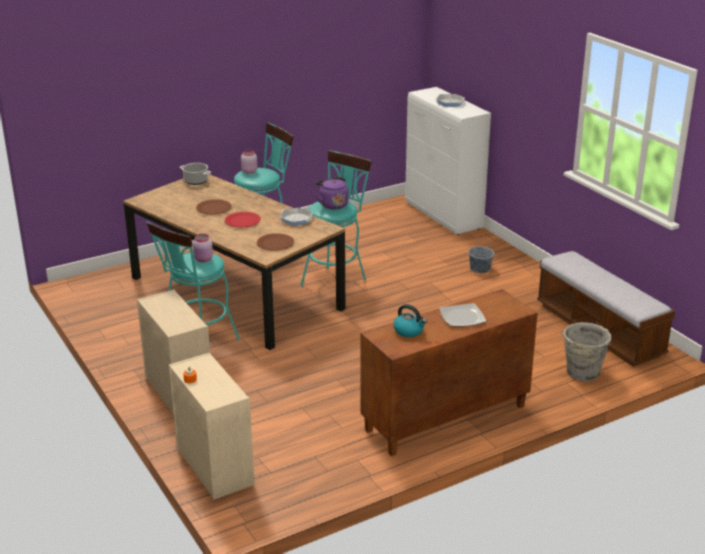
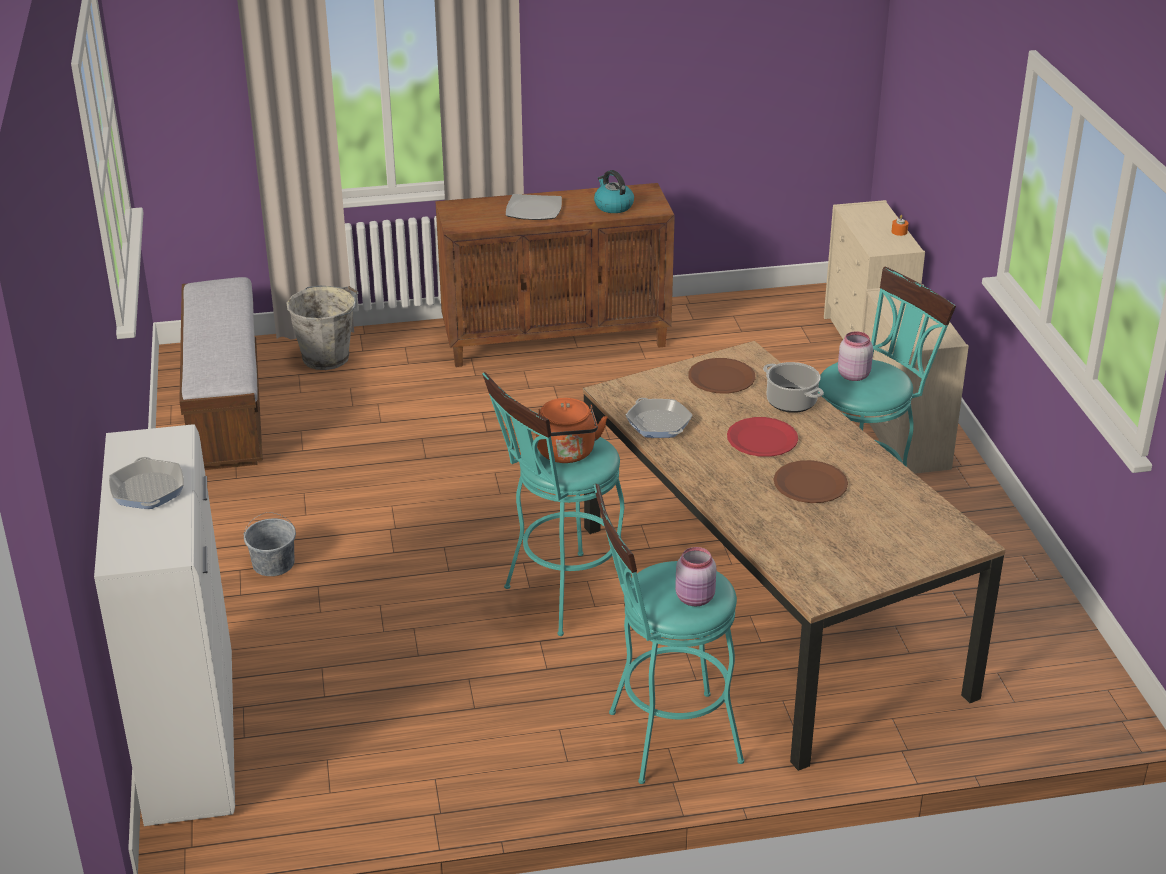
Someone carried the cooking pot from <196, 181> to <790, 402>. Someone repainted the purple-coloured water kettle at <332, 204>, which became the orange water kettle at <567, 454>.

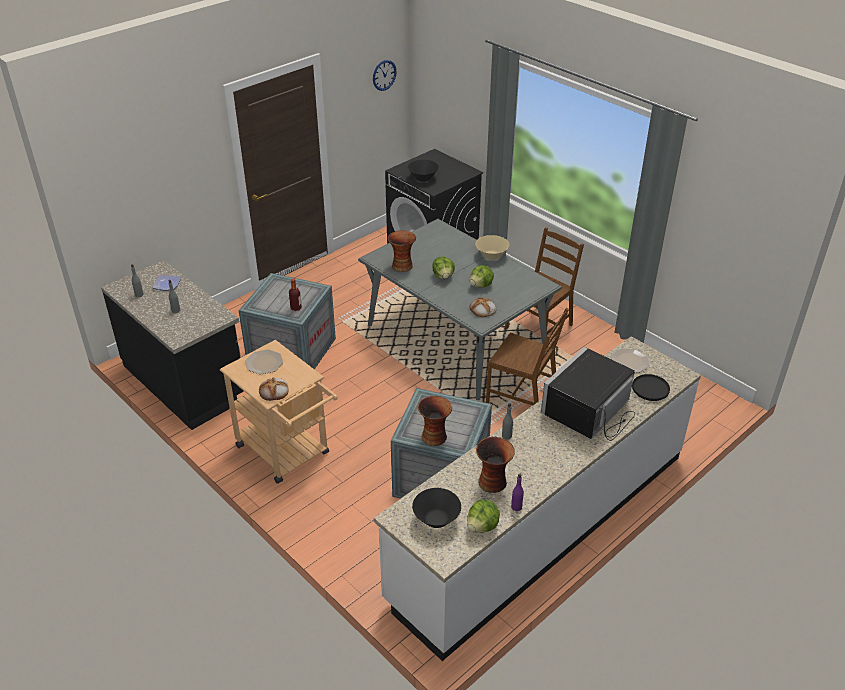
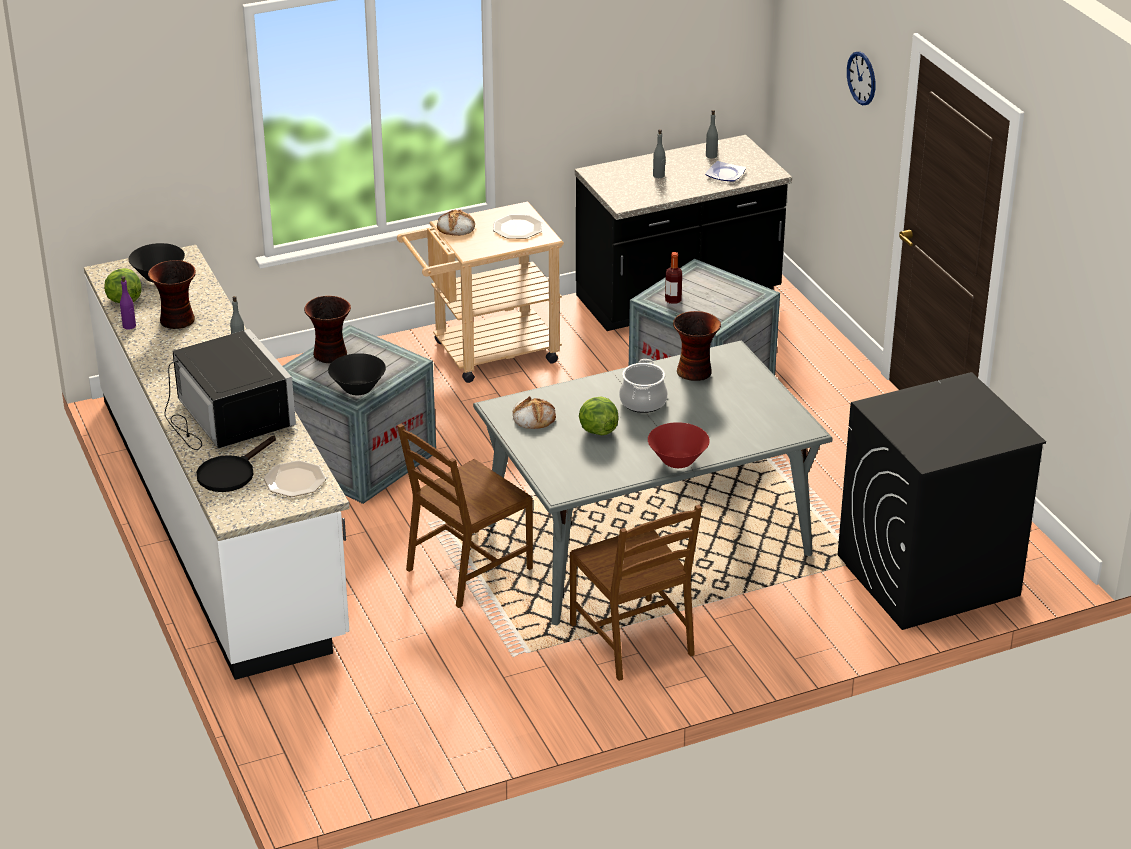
Someone carried the clock on the wall from <384, 75> to <861, 78>. Someone carried the black-coloured deep dish from <423, 178> to <358, 388>. Someone swapped the lettuce head at <443, 276> for the cooking pot at <643, 402>. Someone repainted the beige deep dish at <491, 256>, which became the red-coloured deep dish at <677, 460>.

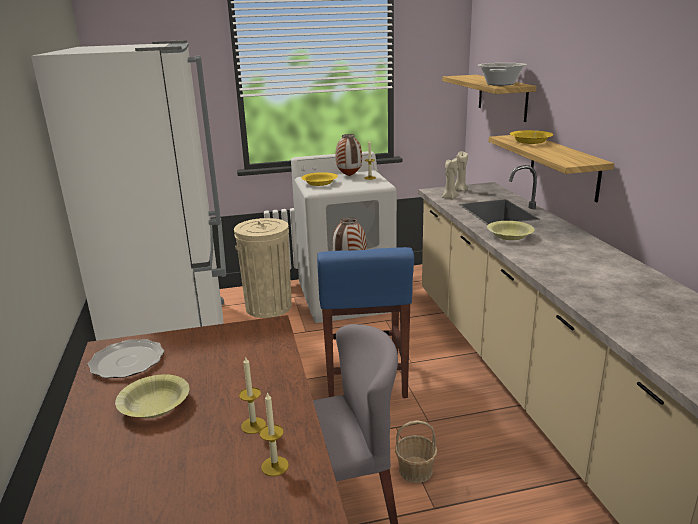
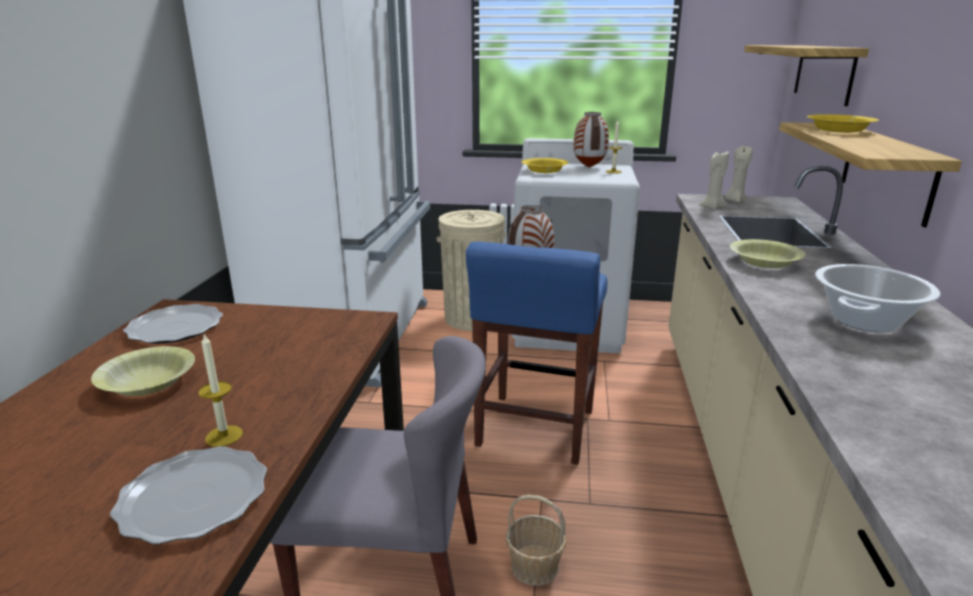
Someone swapped the candle at <275, 466> for the flat dish at <193, 498>. Someone carried the cooking pot from <500, 84> to <866, 321>.

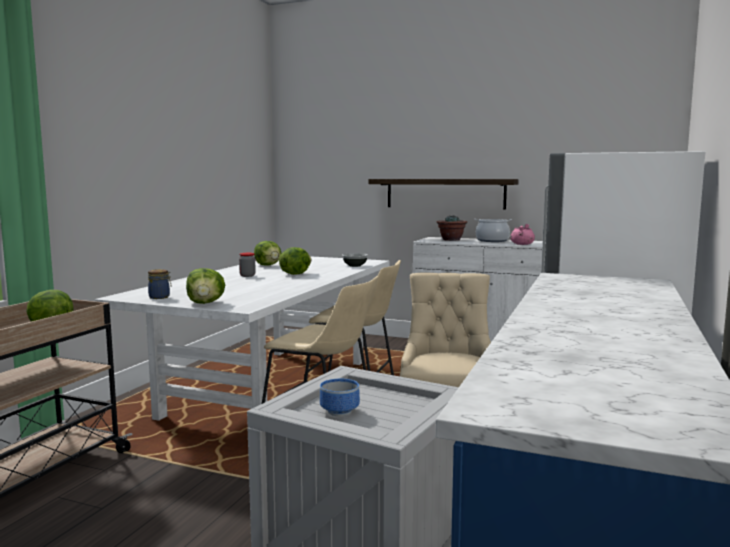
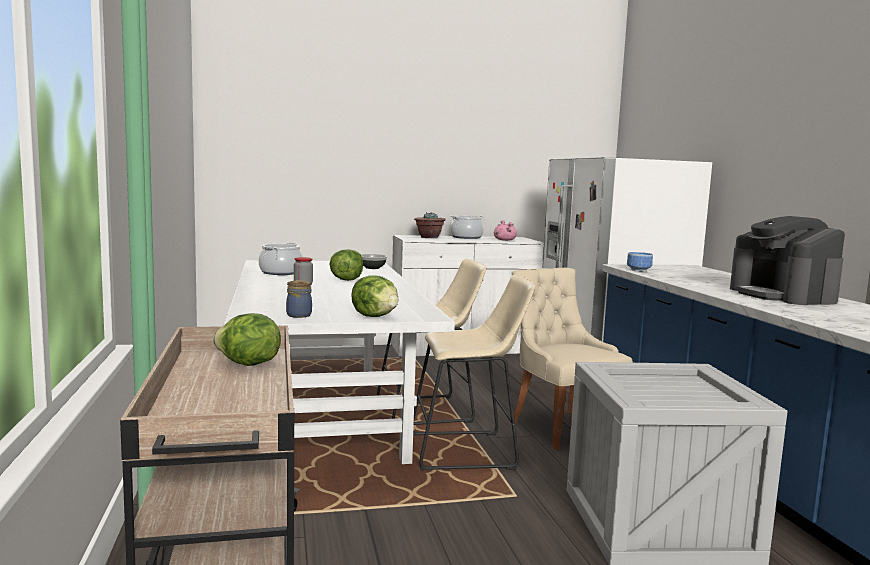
Someone swapped the lettuce head at <268, 265> for the cooking pot at <280, 272>. Someone carried the deep dish from <341, 411> to <638, 270>. Someone took away the shelf at <445, 193>. Someone put down the coffee machine at <782, 295>.

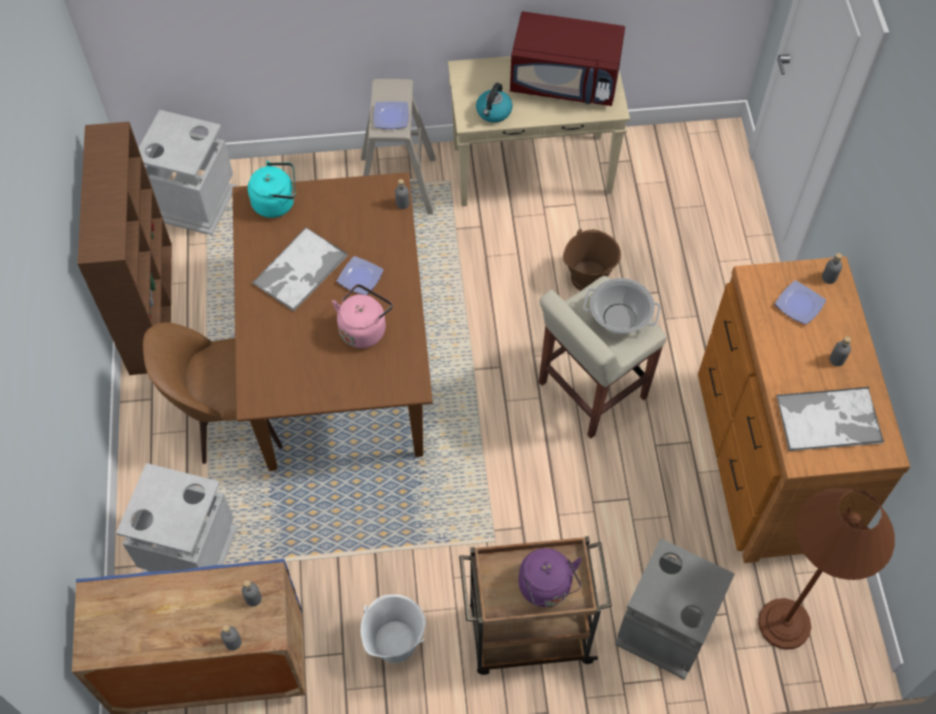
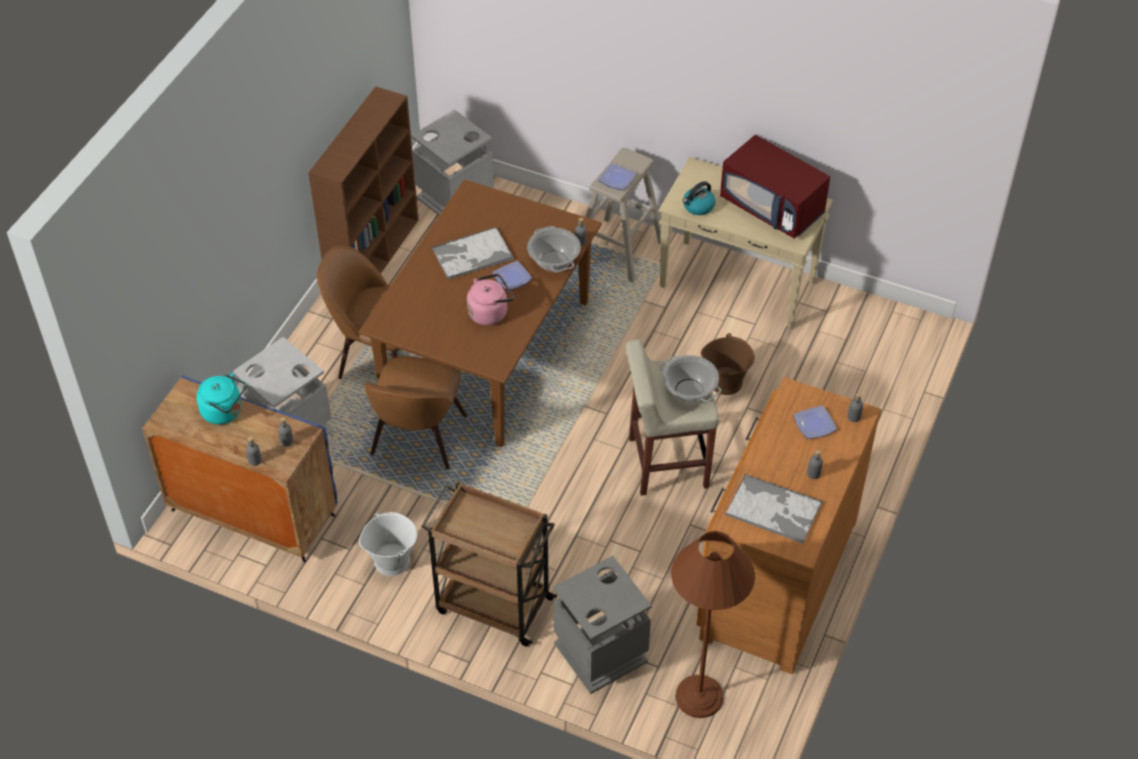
Someone carried the turquoise-coloured water kettle from <277, 202> to <225, 412>. Someone took away the purple-coloured water kettle at <546, 588>. Someone put down the brown chair at <417, 439>. Someone put down the cooking pot at <554, 261>.

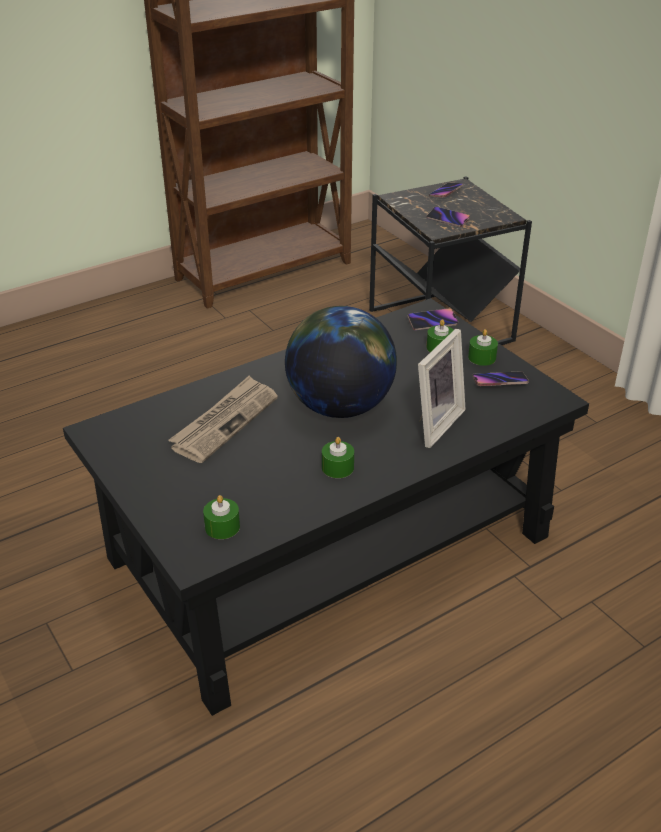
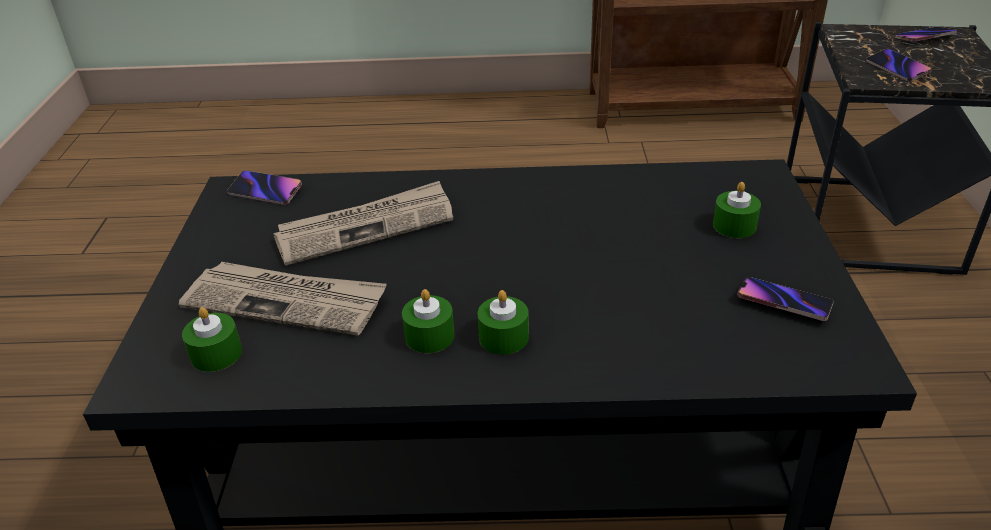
Someone took away the desk globe at <340, 406>. Someone carried the phone from <432, 322> to <265, 191>. Someone took away the standing frame at <433, 423>. Someone carried the green-coloured candle from <482, 357> to <503, 337>. Someone put down the printed paper at <286, 301>.

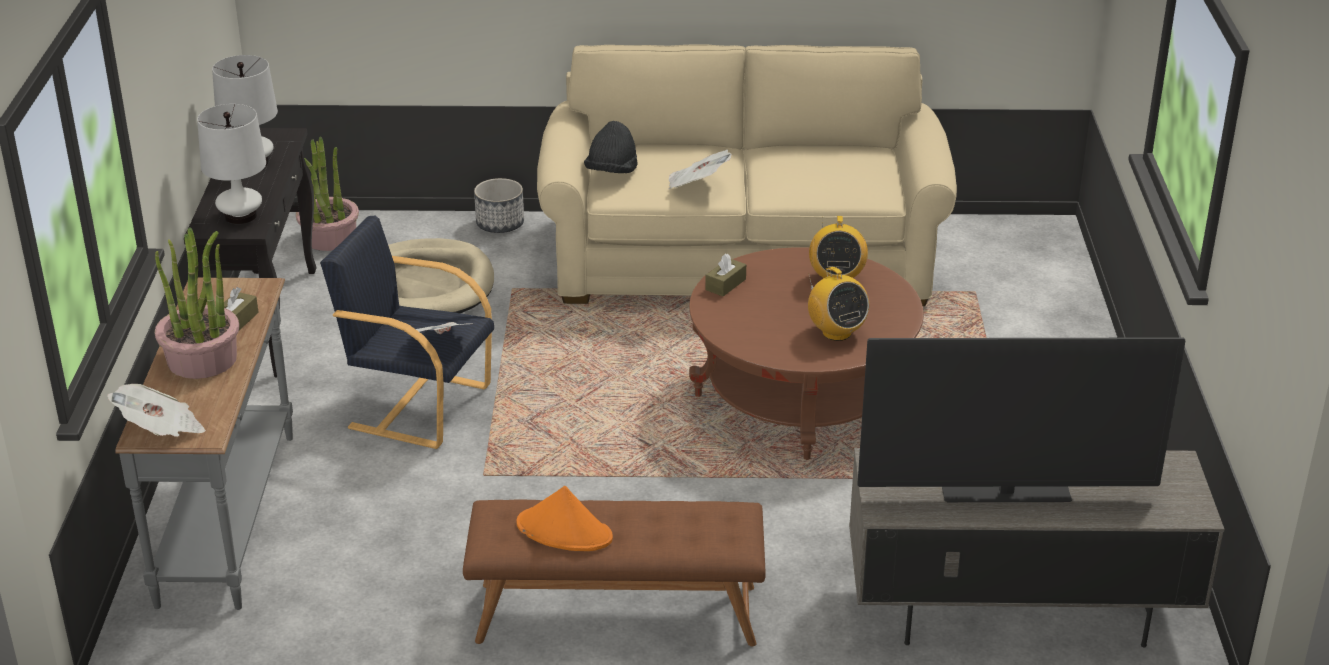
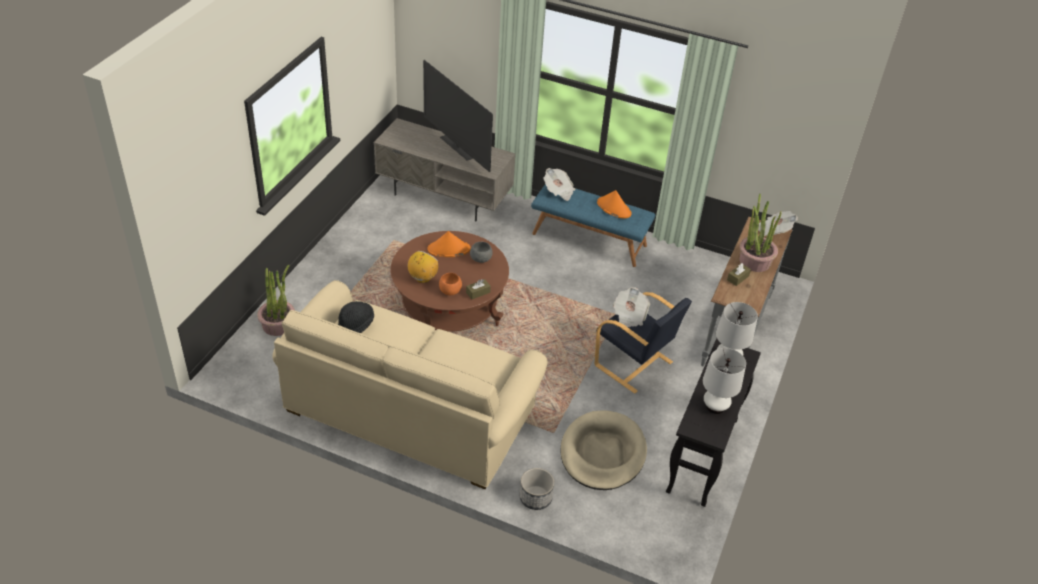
Someone carried the plant in a pot from <329, 238> to <278, 324>. Someone repainted the brown indoor bench at <616, 614>, which became the bluish indoor bench at <589, 239>. Someone carried the black-coloured wearable hat from <612, 172> to <356, 324>. Someone carried the printed paper from <697, 185> to <558, 191>. Someone swapped the radio receiver at <836, 332> for the orange wearable hat at <448, 249>. Someone rotated the television at <1006, 495> by 150 degrees counterclockwise. Someone put down the orange deep dish at <450, 291>. Someone put down the greyish deep dish at <481, 259>.

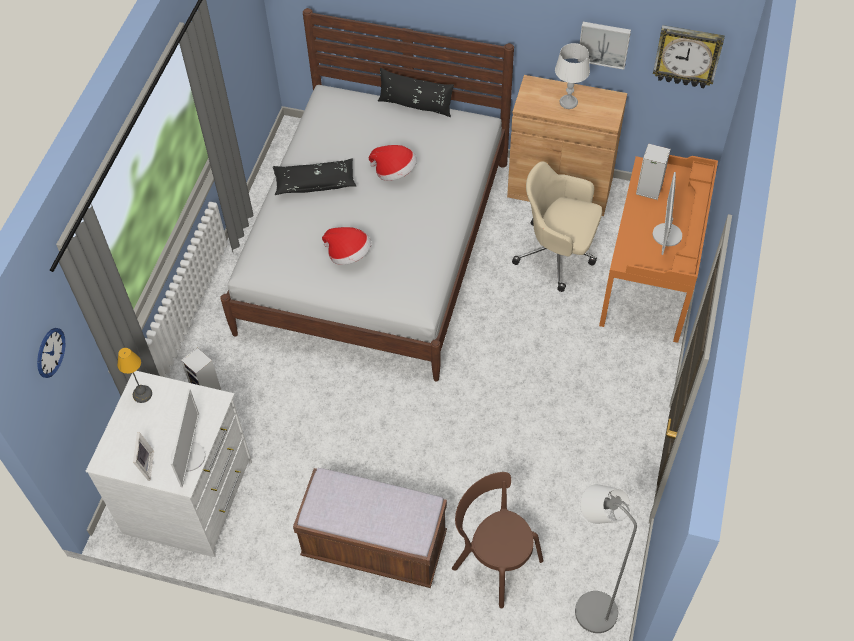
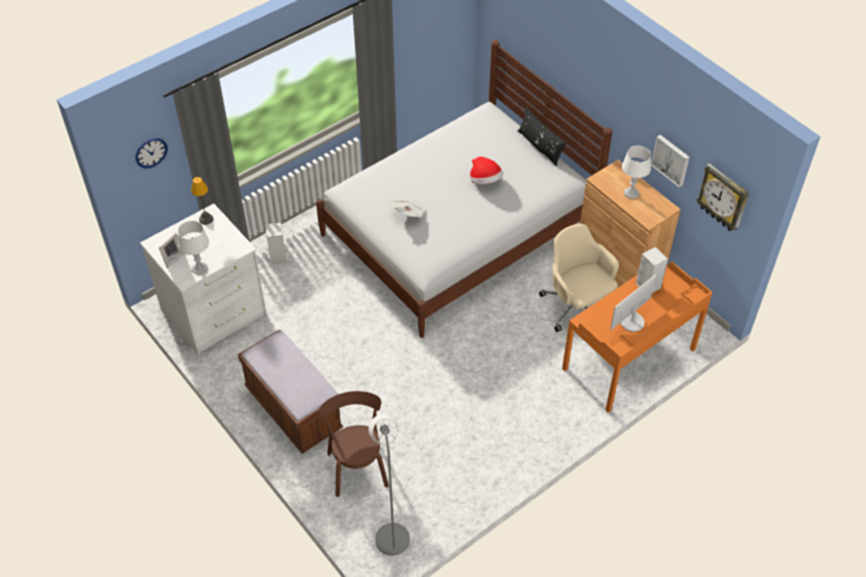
Someone swapped the computer display at <188, 456> for the whitish tabletop lamp at <199, 268>. Someone took away the black-coloured throw pillow at <315, 182>. Someone swapped the wearable hat at <348, 254> for the printed paper at <409, 215>.

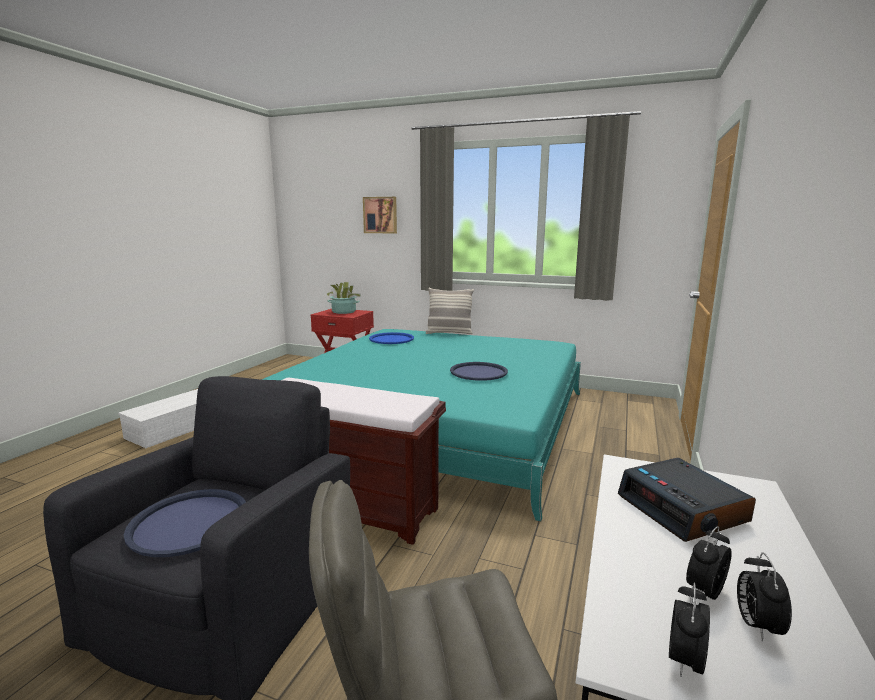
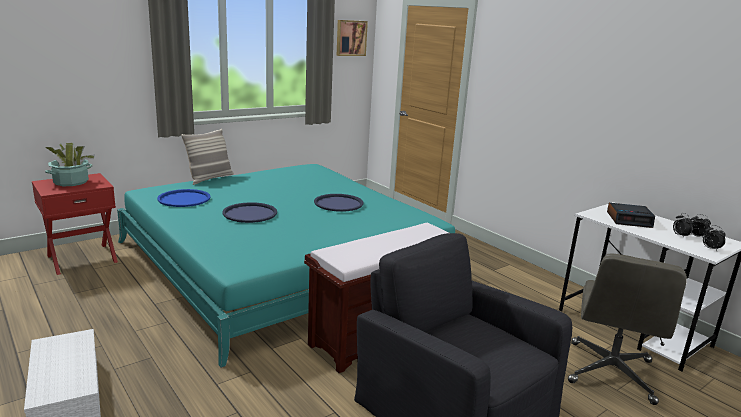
Someone carried the bluish tray from <189, 522> to <250, 213>. Someone carried the wall art from <380, 215> to <350, 38>.

